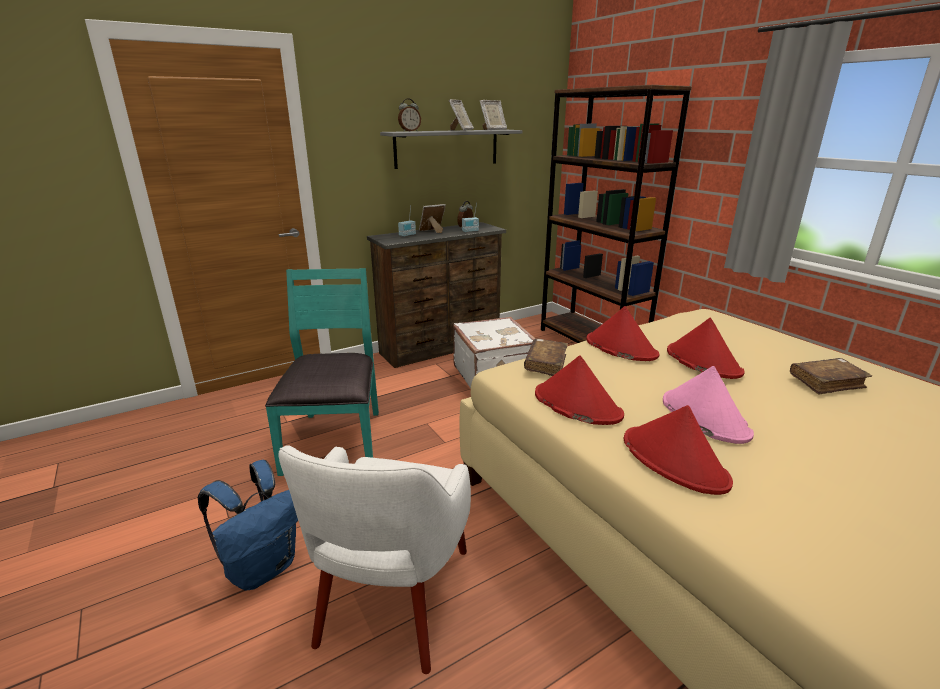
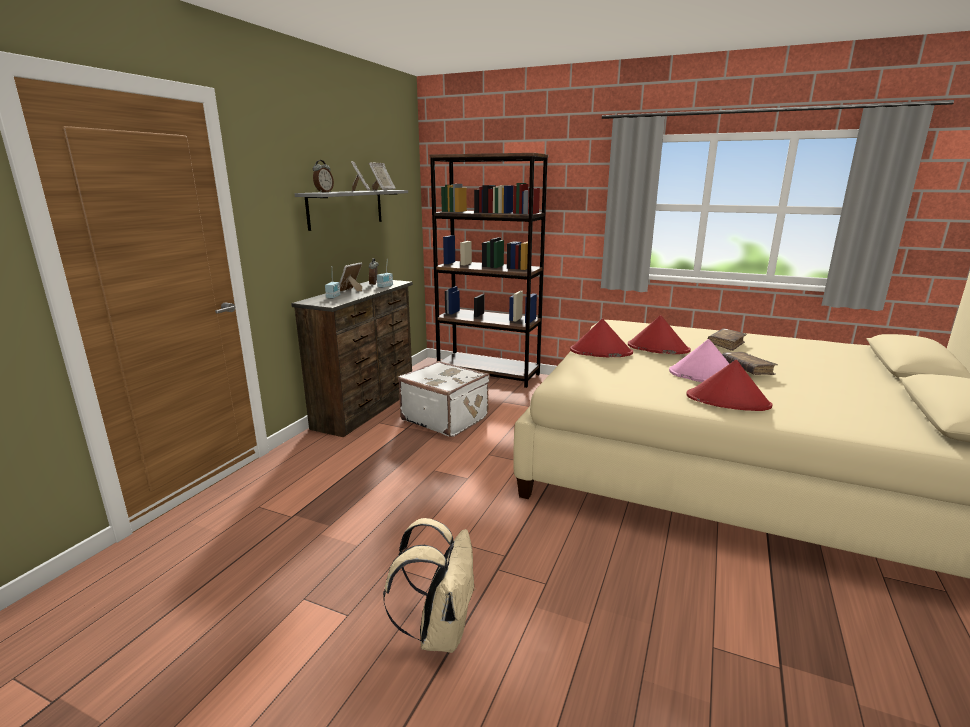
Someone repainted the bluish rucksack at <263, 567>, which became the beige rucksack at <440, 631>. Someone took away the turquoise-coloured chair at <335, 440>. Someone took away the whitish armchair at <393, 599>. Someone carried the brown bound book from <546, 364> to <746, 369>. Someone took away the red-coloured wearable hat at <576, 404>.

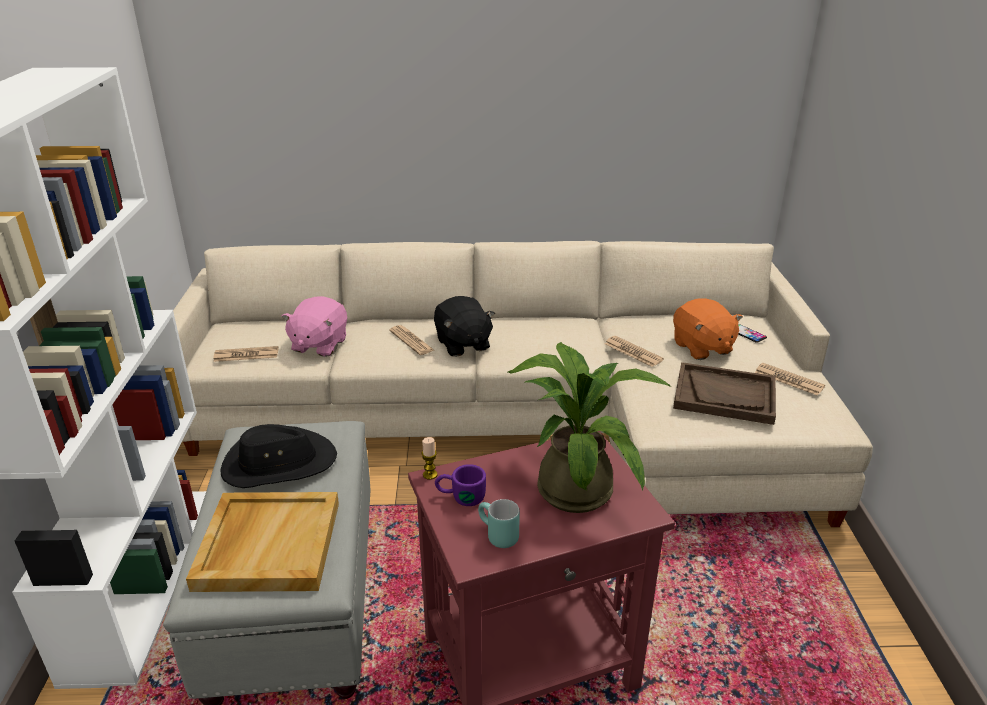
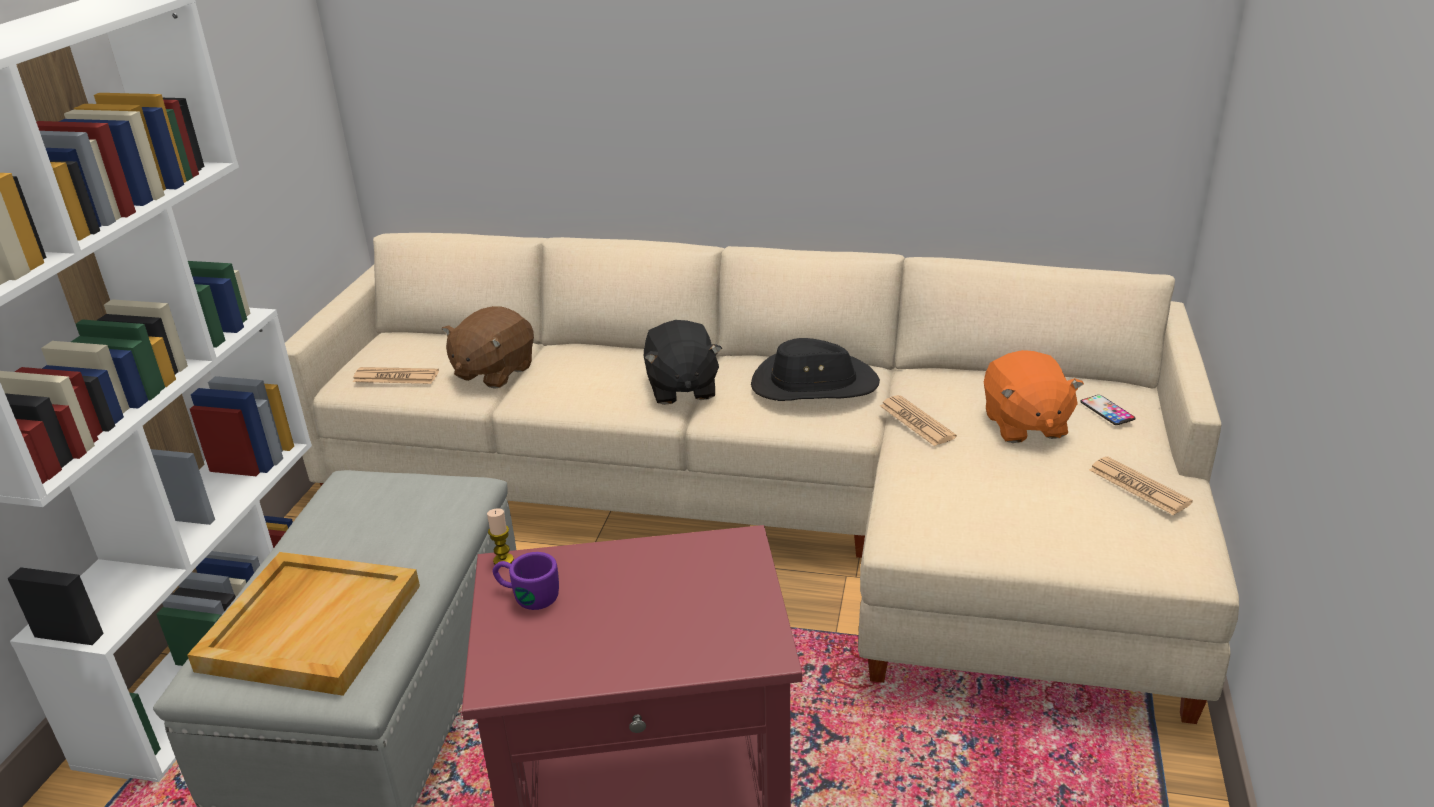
Someone carried the black-coloured wearable hat from <278, 463> to <813, 385>. Someone repainted the pinkish soft toy at <319, 345>, which became the brown soft toy at <493, 372>. Someone took away the printed paper at <411, 341>. Someone took away the turquoise-coloured mug at <496, 536>. Someone took away the plant in a pot at <575, 484>. Someone took away the brown tray at <725, 395>.

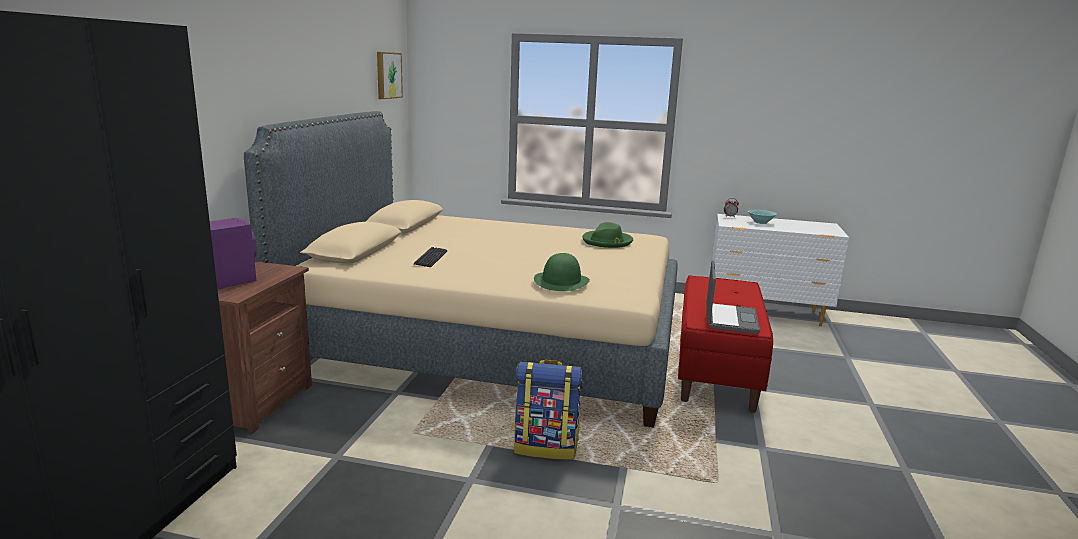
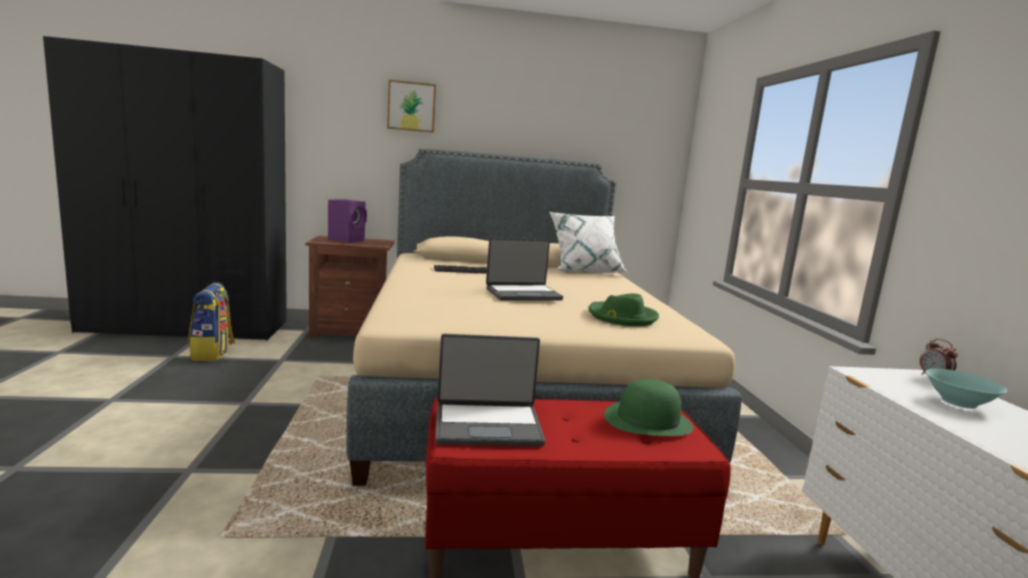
Someone carried the wall art from <387, 75> to <411, 106>. Someone carried the rucksack from <546, 447> to <213, 353>. Someone carried the green-coloured wearable hat from <561, 281> to <647, 420>. Someone put down the portable computer at <523, 294>. Someone put down the whitish throw pillow at <584, 271>.

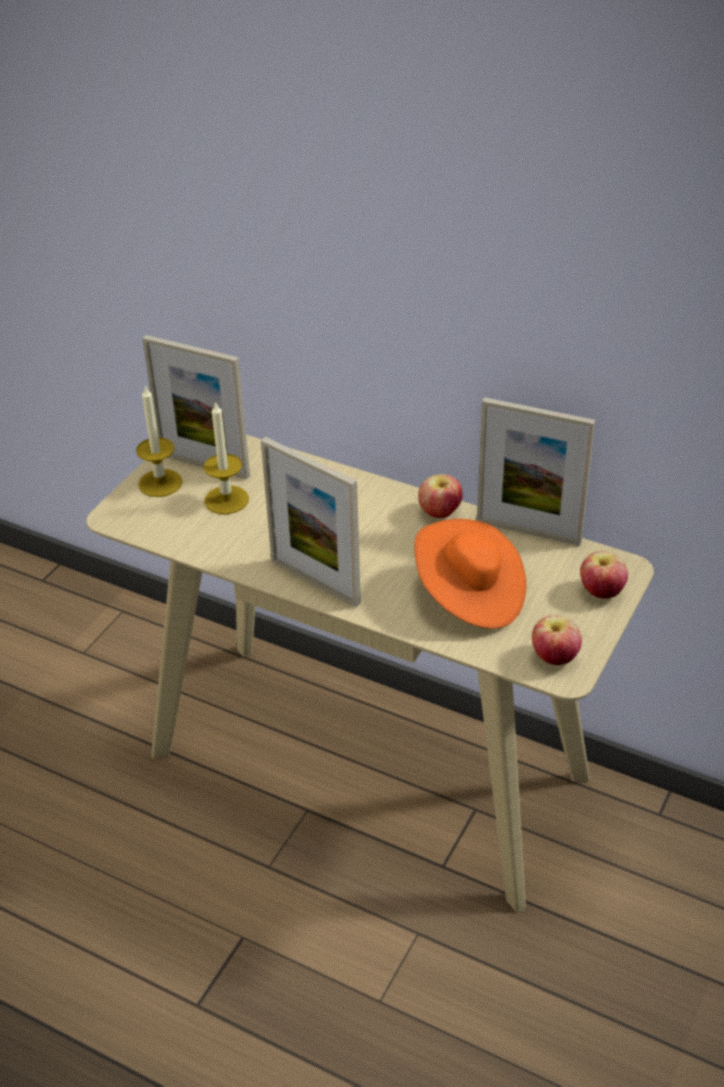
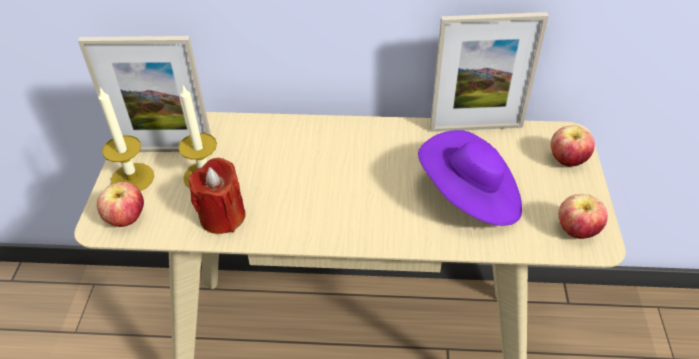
Someone took away the standing frame at <315, 582>. Someone repainted the orange wearable hat at <469, 595>, which became the purple-coloured wearable hat at <470, 197>. Someone carried the apple from <440, 512> to <126, 219>. Someone put down the red-coloured candle at <222, 216>.

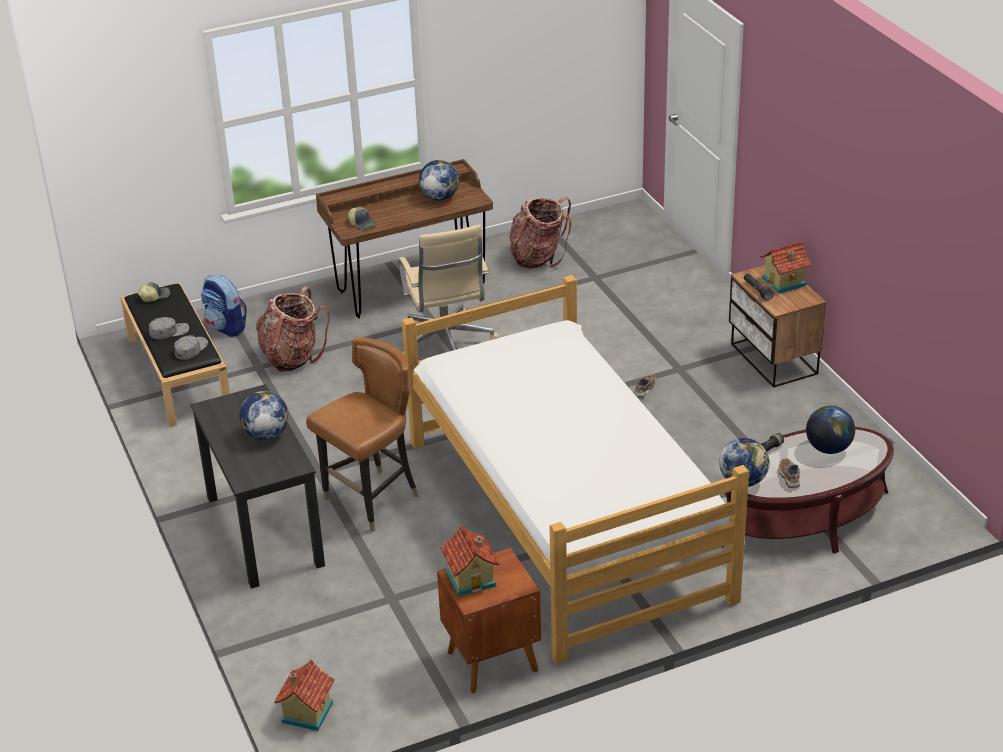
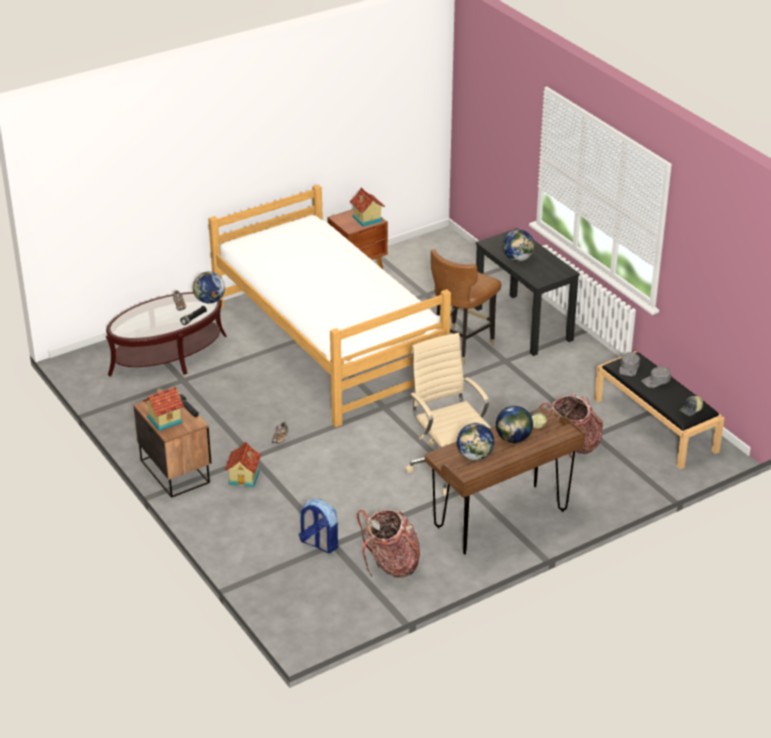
Someone carried the rucksack from <226, 327> to <319, 544>. Someone carried the model house from <306, 712> to <245, 477>. Someone carried the desk globe from <828, 448> to <513, 439>.

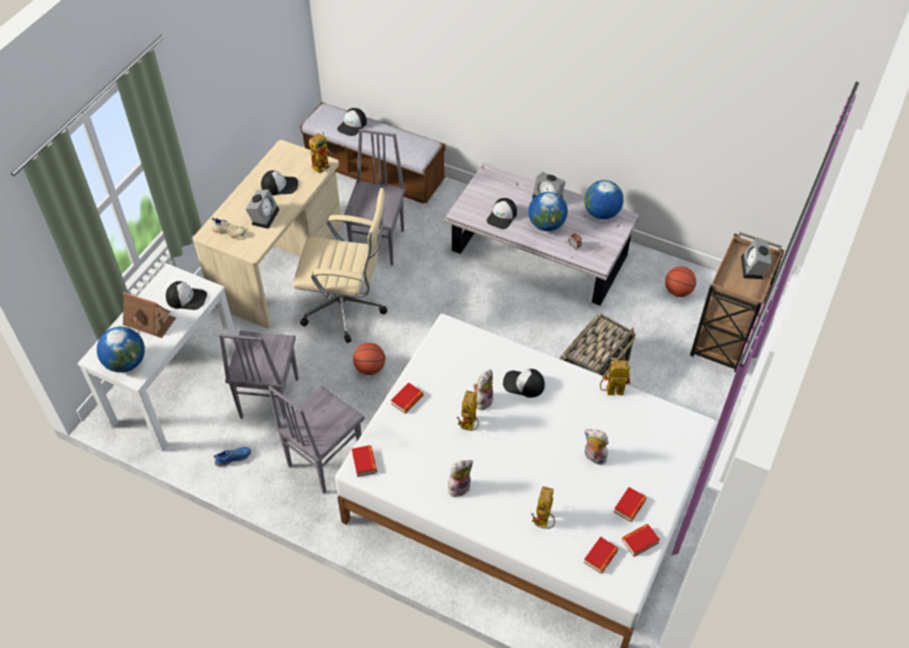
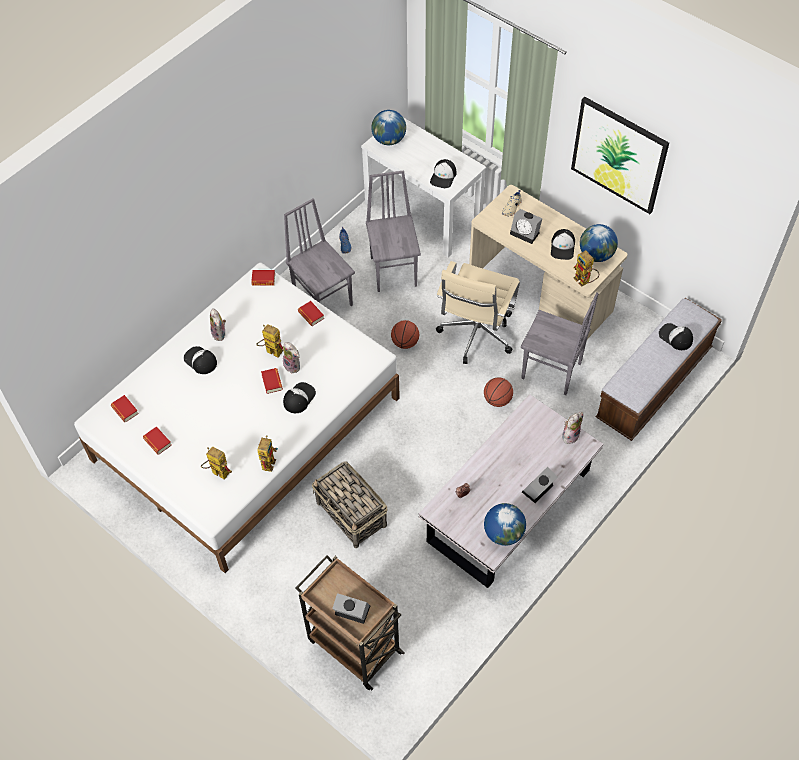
Someone took away the model house at <150, 321>. Someone rotated the greyish chair at <268, 398> by 60 degrees clockwise. Someone carried the peaked cap from <502, 216> to <200, 361>. Someone carried the desk globe from <546, 225> to <596, 255>. Someone carried the model robot from <543, 522> to <217, 472>. Someone carried the soft toy from <593, 457> to <570, 435>. Someone carried the bound book from <640, 541> to <272, 382>. Someone carried the basketball from <678, 291> to <497, 400>. Someone put up the wall art at <619, 155>.

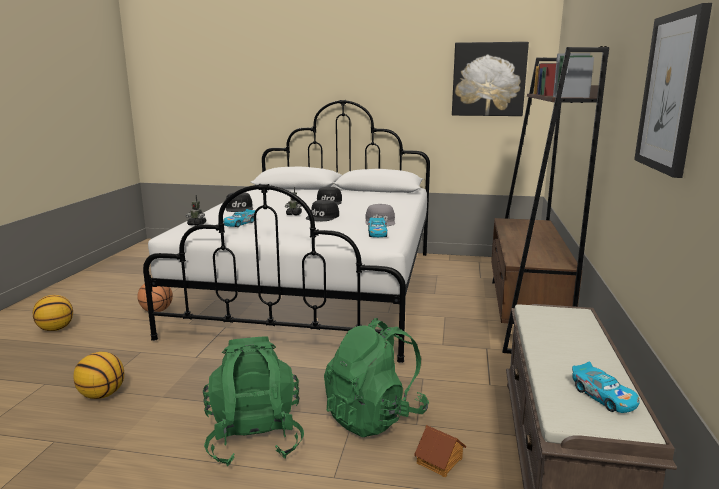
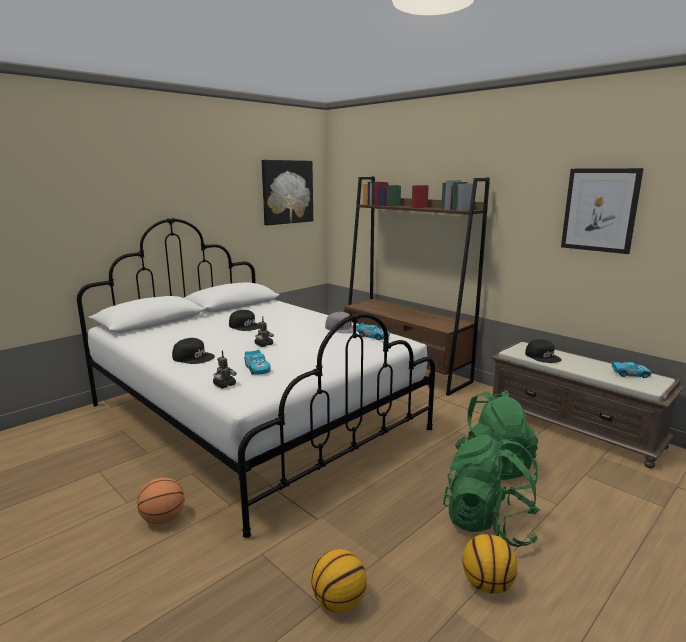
Someone carried the basketball from <56, 329> to <487, 584>. Someone carried the black-coloured peaked cap from <323, 217> to <543, 356>. Someone took away the model house at <440, 461>.

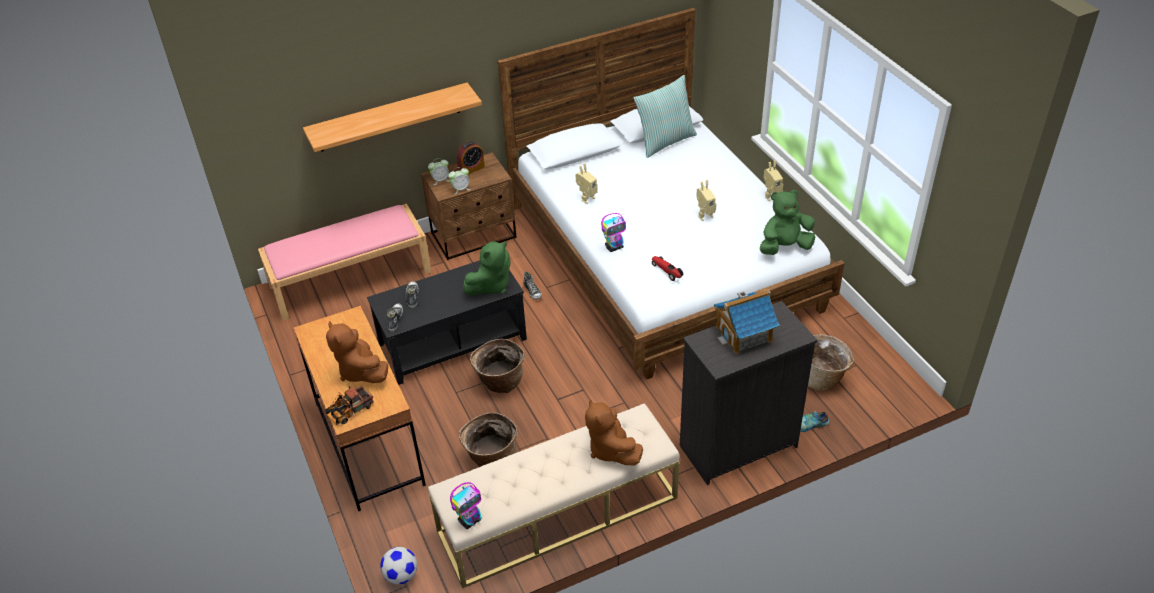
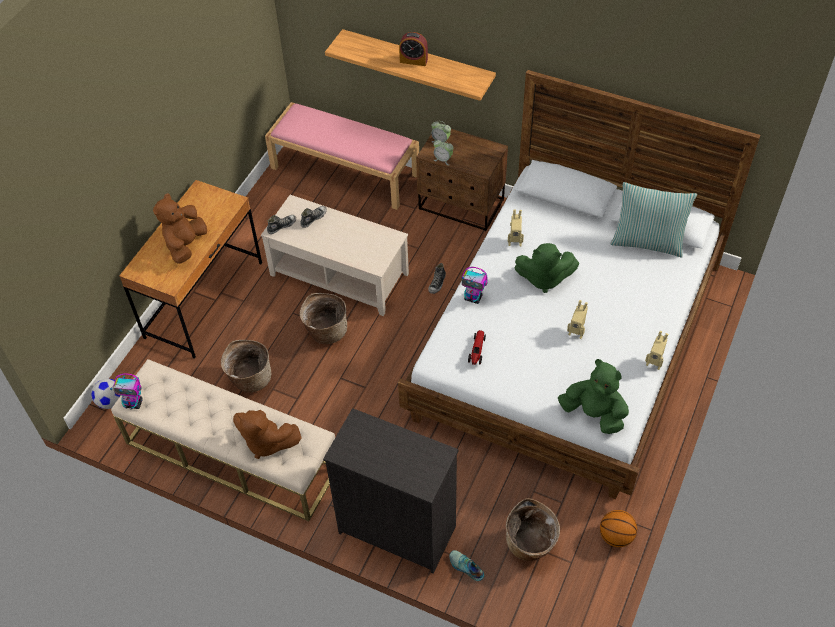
Someone took away the toy lorry at <348, 413>. Someone repainted the black-coloured lounge table at <452, 342>, which became the beige lounge table at <339, 274>. Someone carried the table clock from <471, 169> to <413, 60>. Someone carried the green-coloured soft toy from <491, 285> to <544, 278>. Someone rotated the brown soft toy at <610, 449> by 90 degrees counterclockwise. Someone took away the model house at <744, 334>. Someone put down the basketball at <616, 536>.

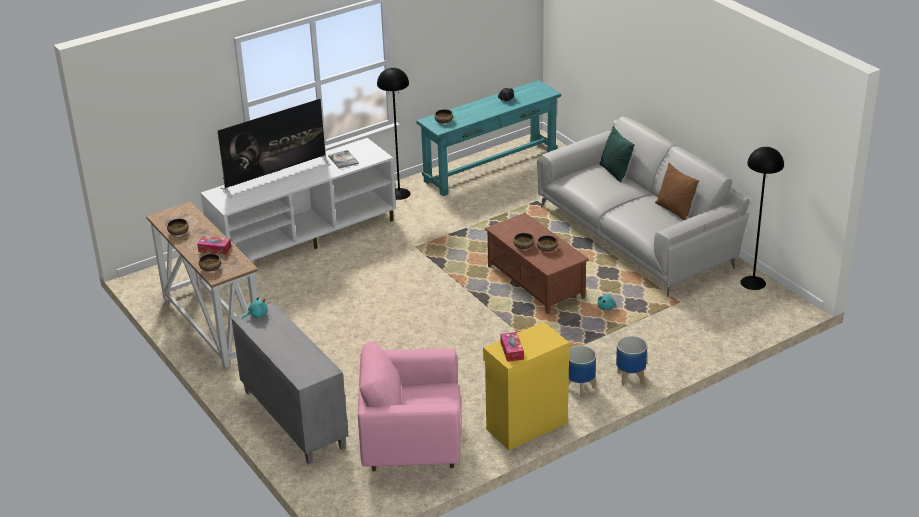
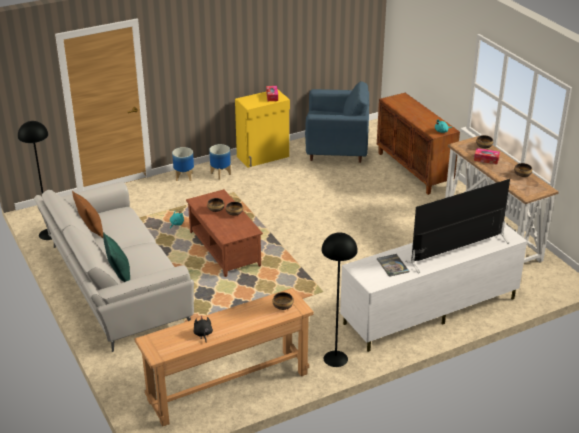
Someone repainted the greyish cabinet at <293, 419>, which became the brown cabinet at <414, 170>. Someone repainted the pinkish armchair at <412, 447>, which became the bluish armchair at <336, 151>. Someone repainted the turquoise-coloured hall table at <490, 168>, which became the brown hall table at <228, 386>.

